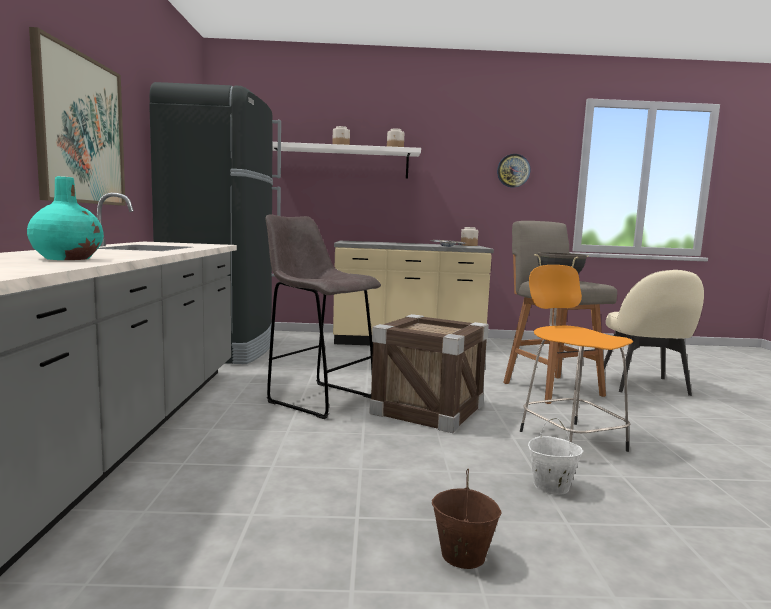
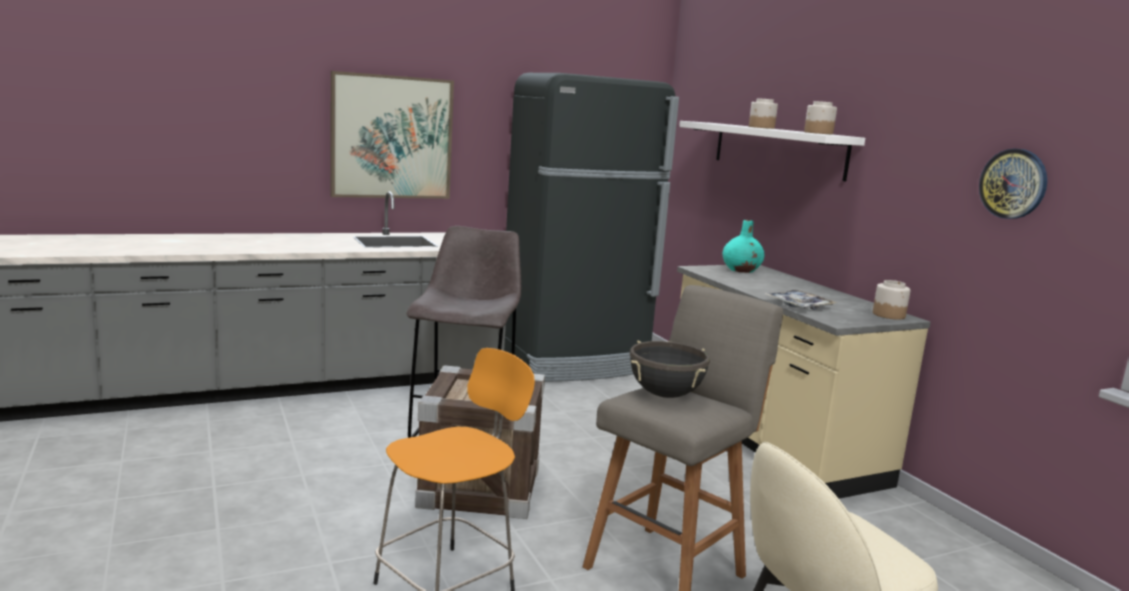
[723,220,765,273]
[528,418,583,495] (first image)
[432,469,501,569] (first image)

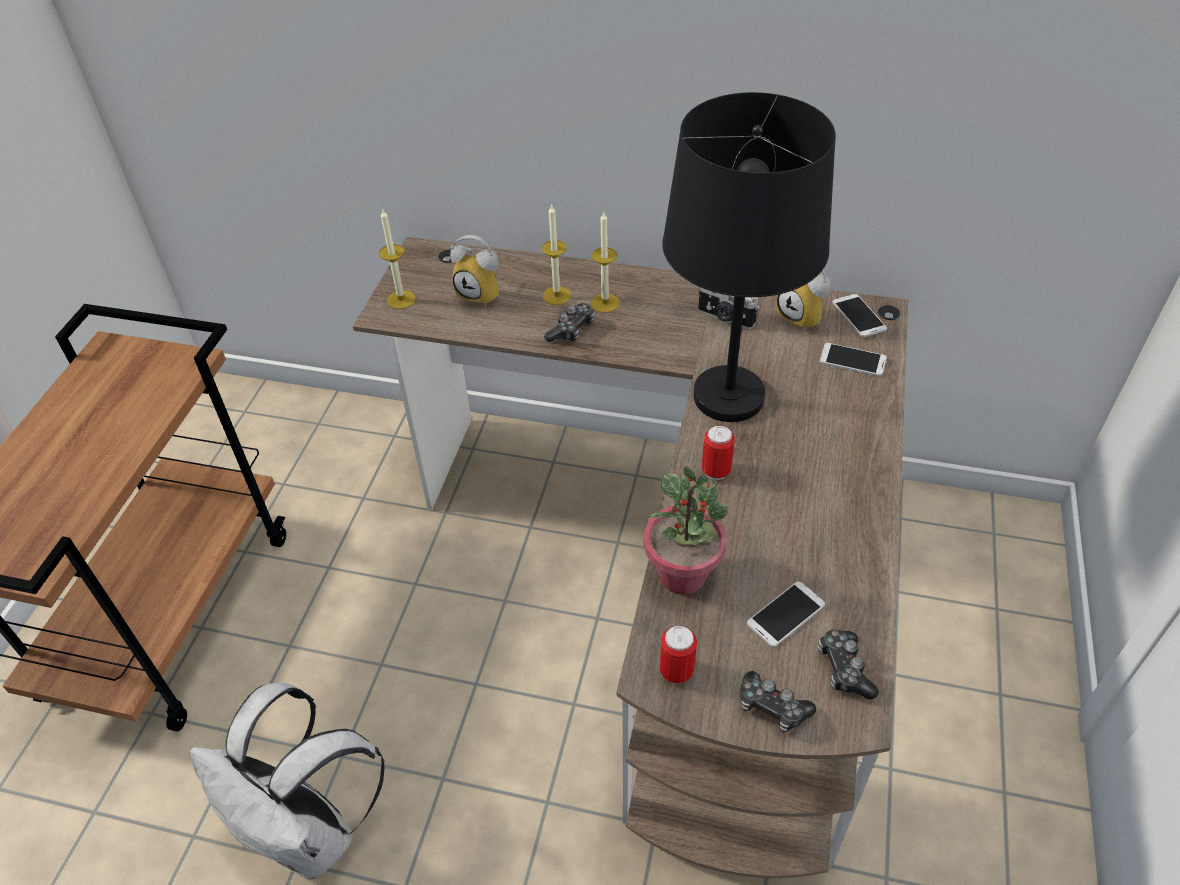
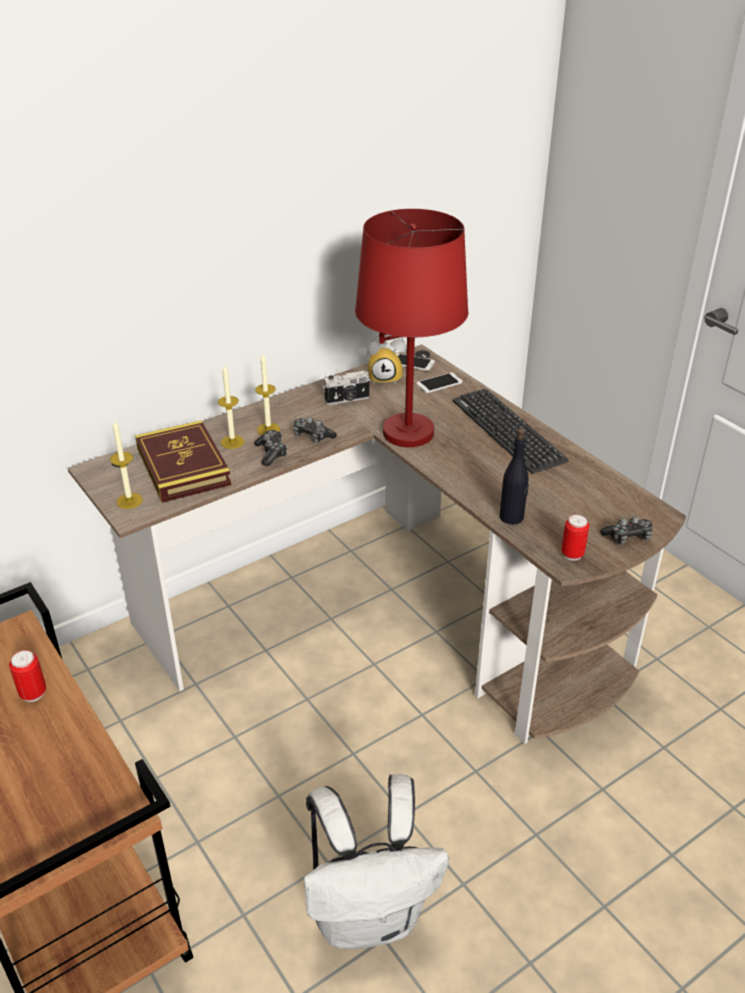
[355,209,468,447]
[135,420,232,503]
[9,650,46,702]
[499,428,529,525]
[747,581,825,647] (first image)
[293,417,337,443]
[453,389,568,473]

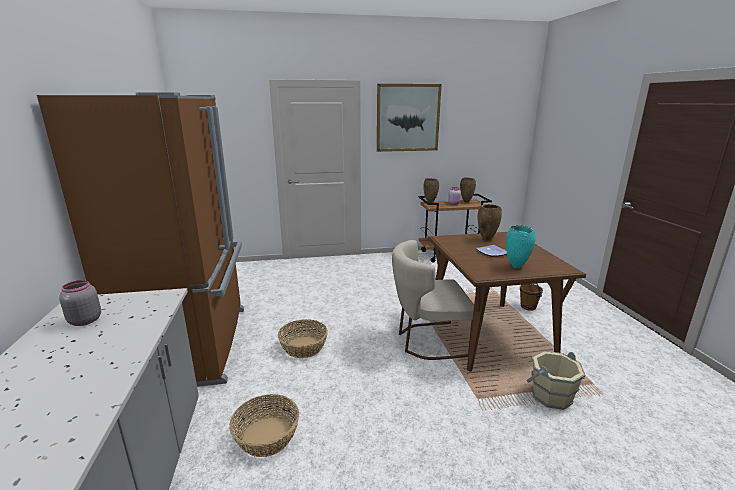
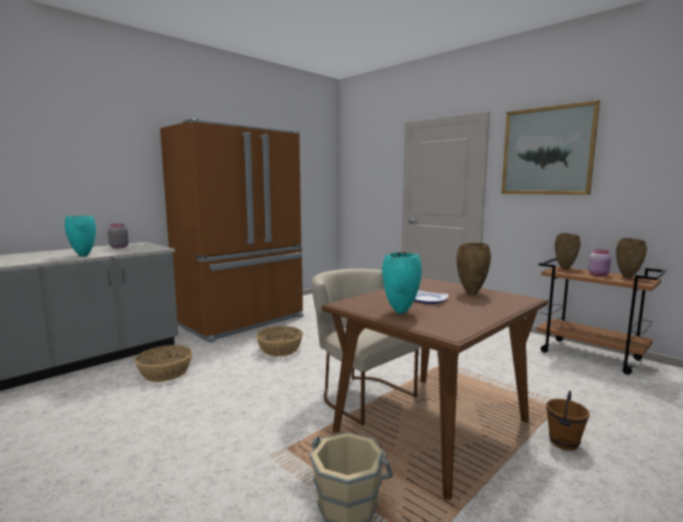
[65,216,96,256]

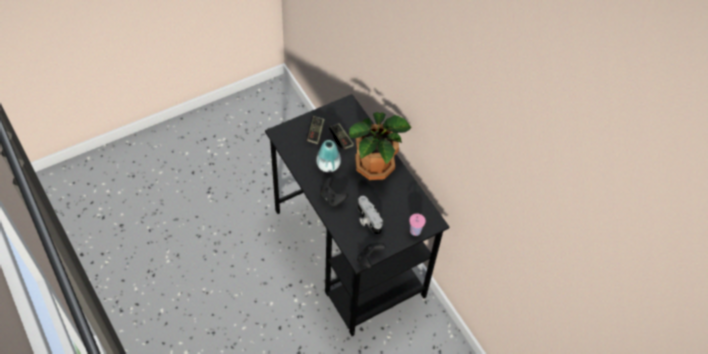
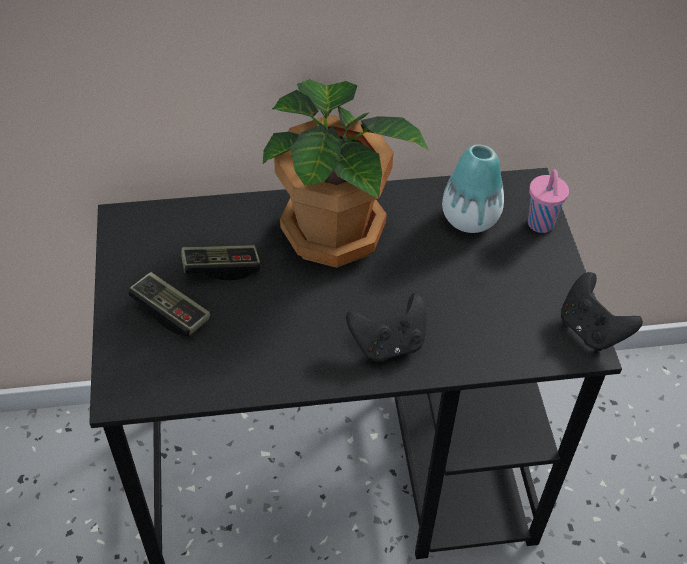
[442,144,504,233]
[358,196,383,235] (first image)

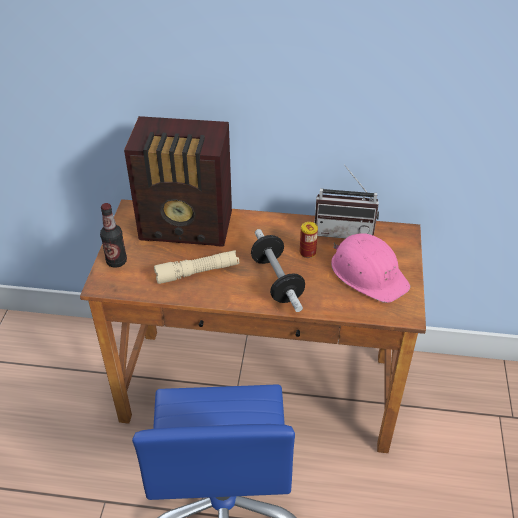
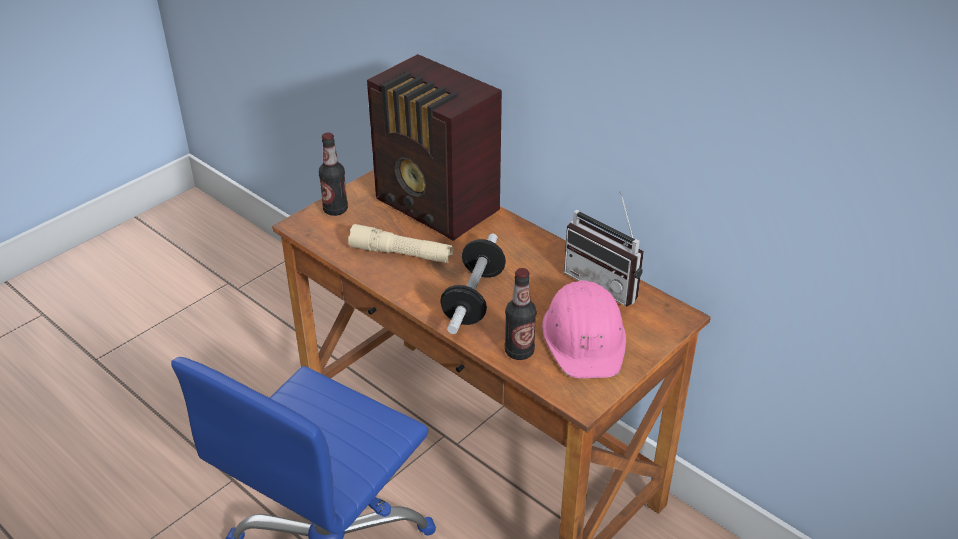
[300,222,318,258] (first image)
[505,268,536,360]

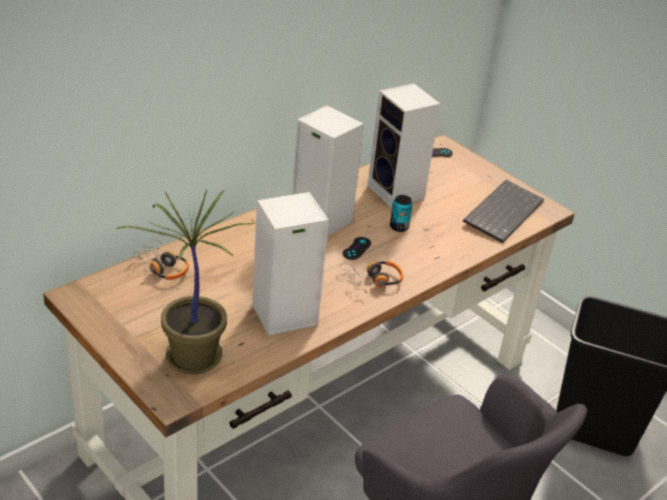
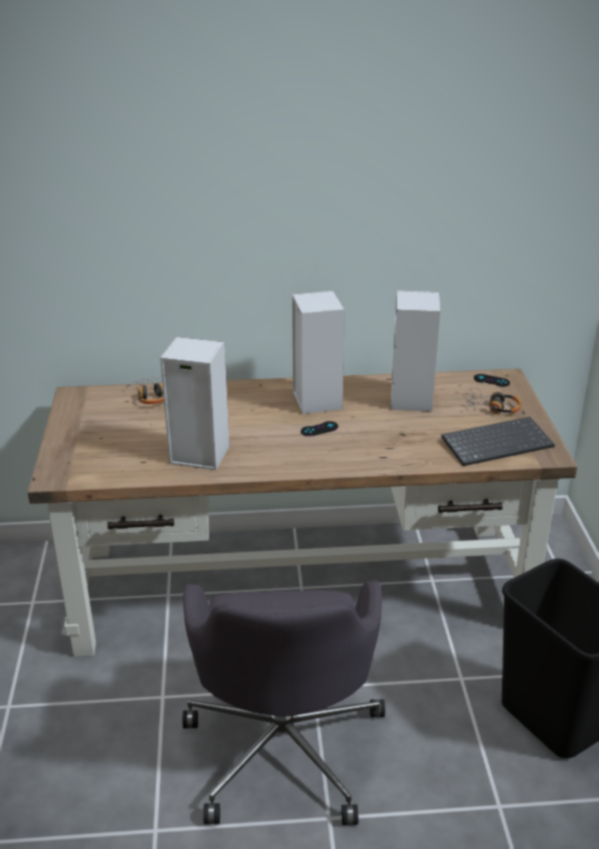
[115,189,256,374] (first image)
[390,195,413,232] (first image)
[466,388,521,413]

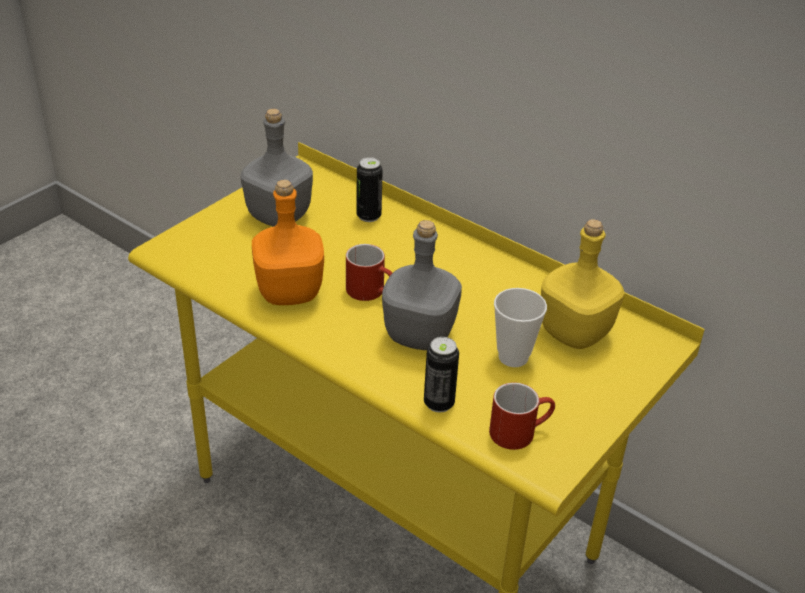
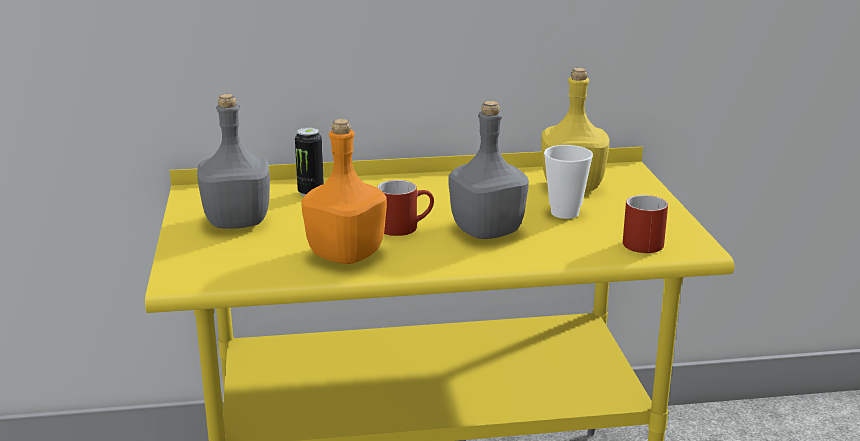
[424,337,459,412] (first image)

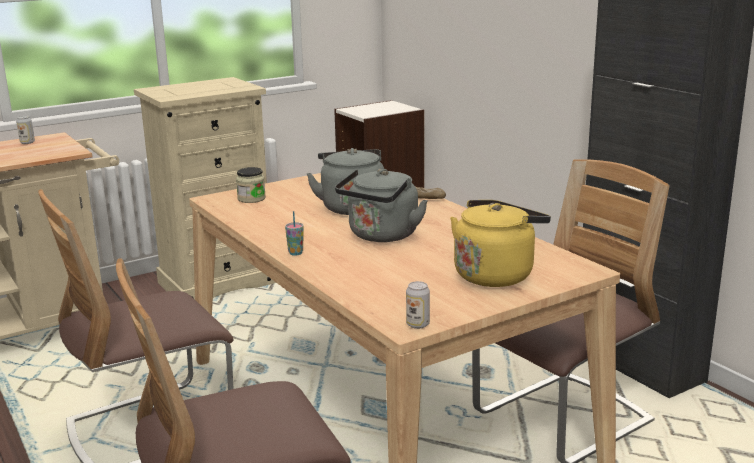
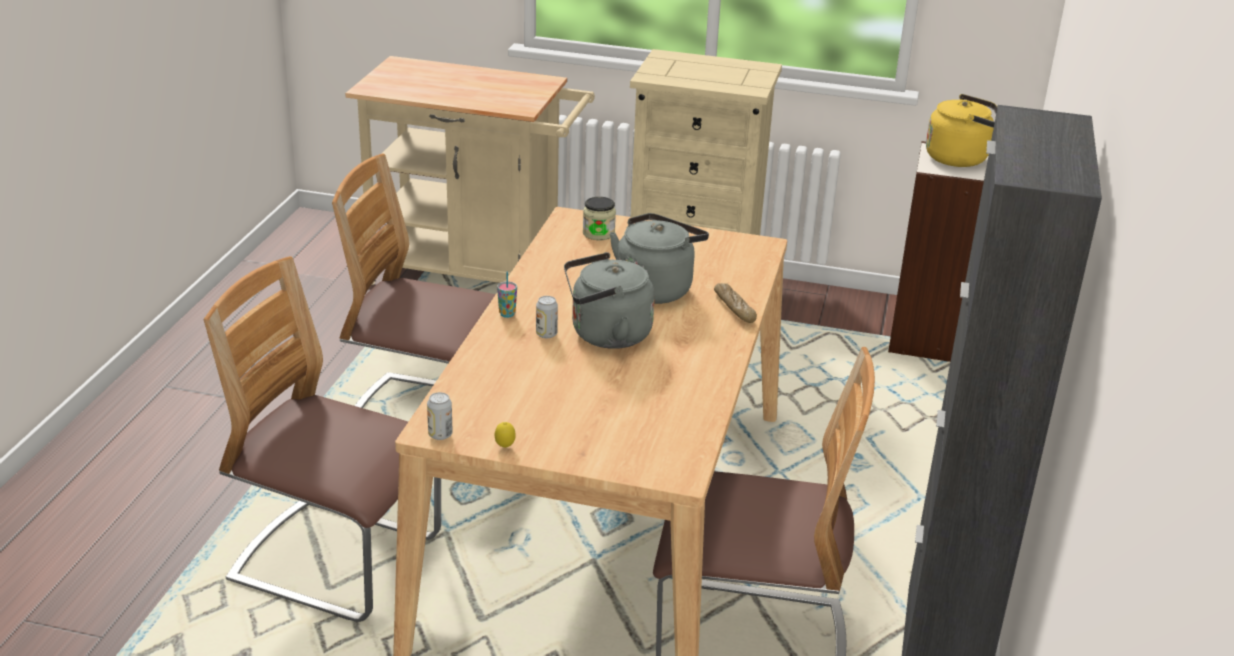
[536,296,558,339]
[926,94,997,167]
[495,422,516,448]

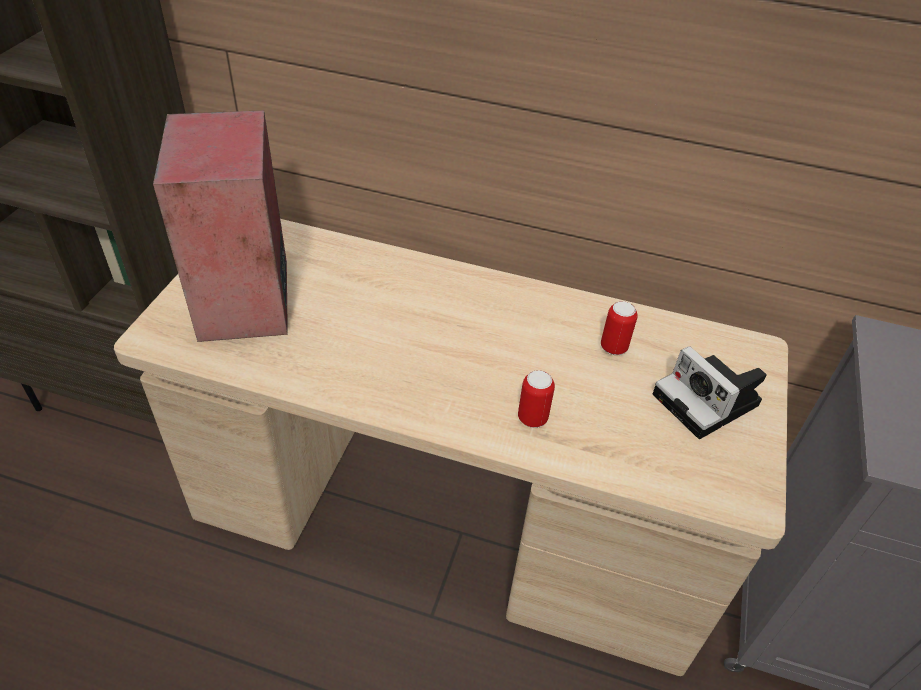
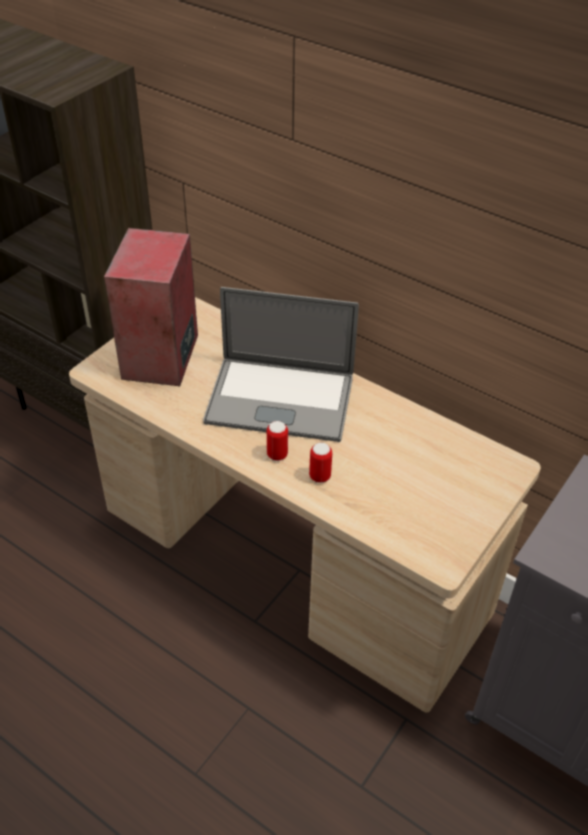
[267,421,288,461]
[653,346,767,439] (first image)
[203,287,359,442]

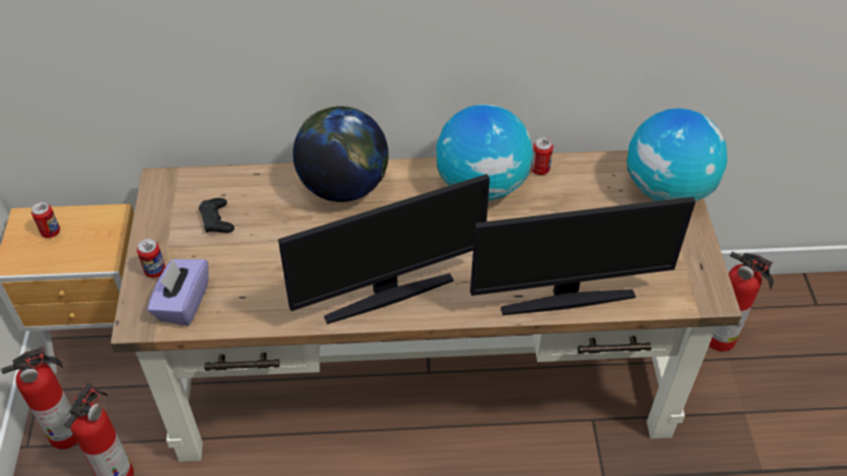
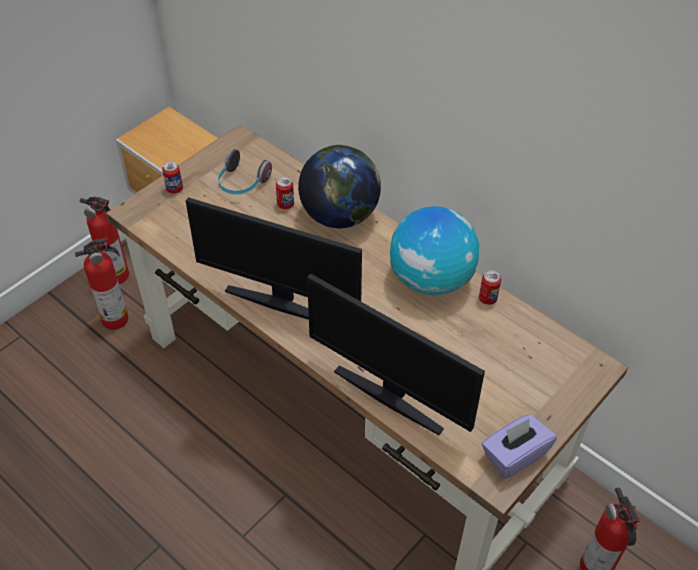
[626,108,727,201] (first image)
[218,149,272,195]
[276,176,294,209]
[482,414,557,479]

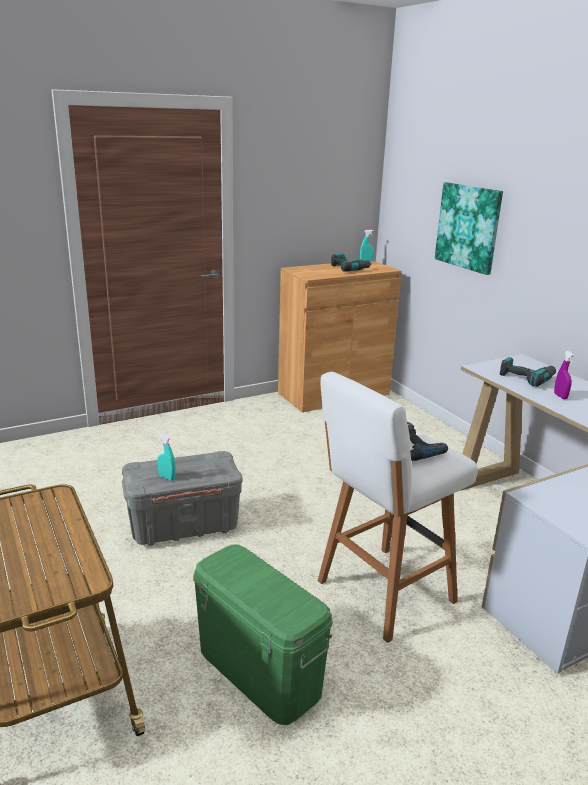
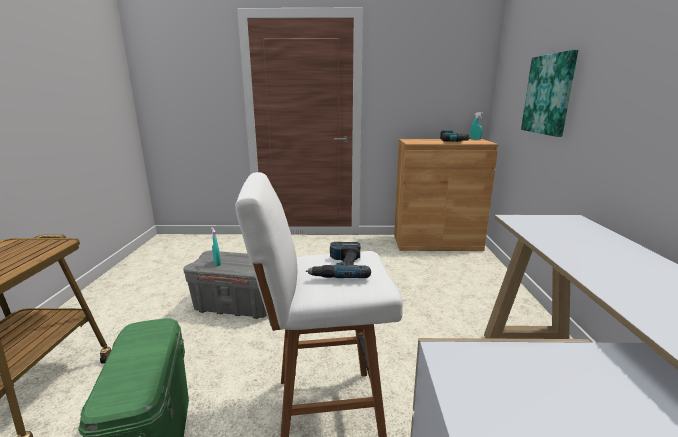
[554,351,575,399] (first image)
[500,357,556,387] (first image)

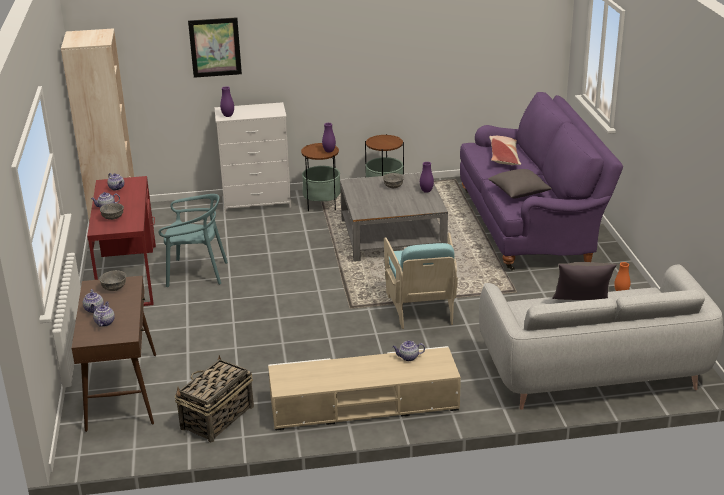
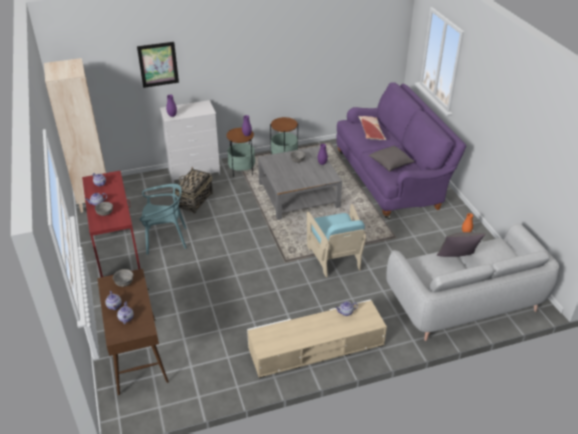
[175,167,213,214]

